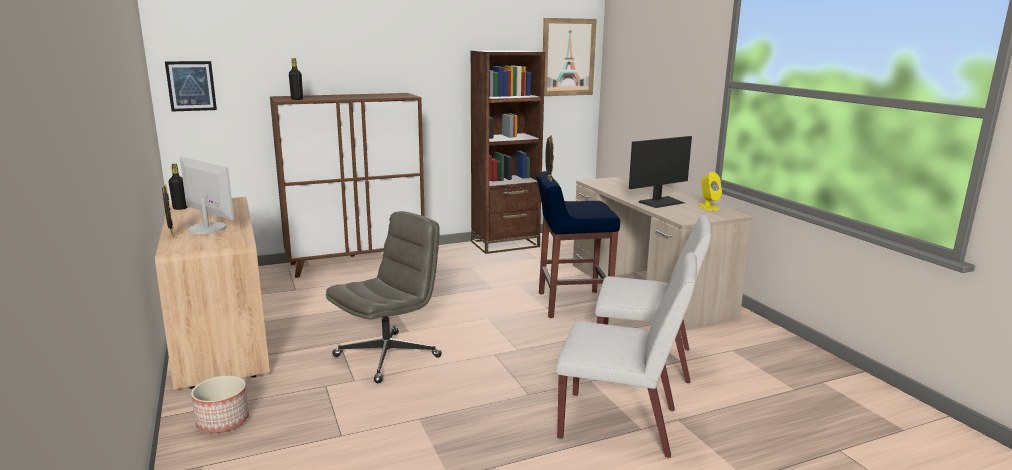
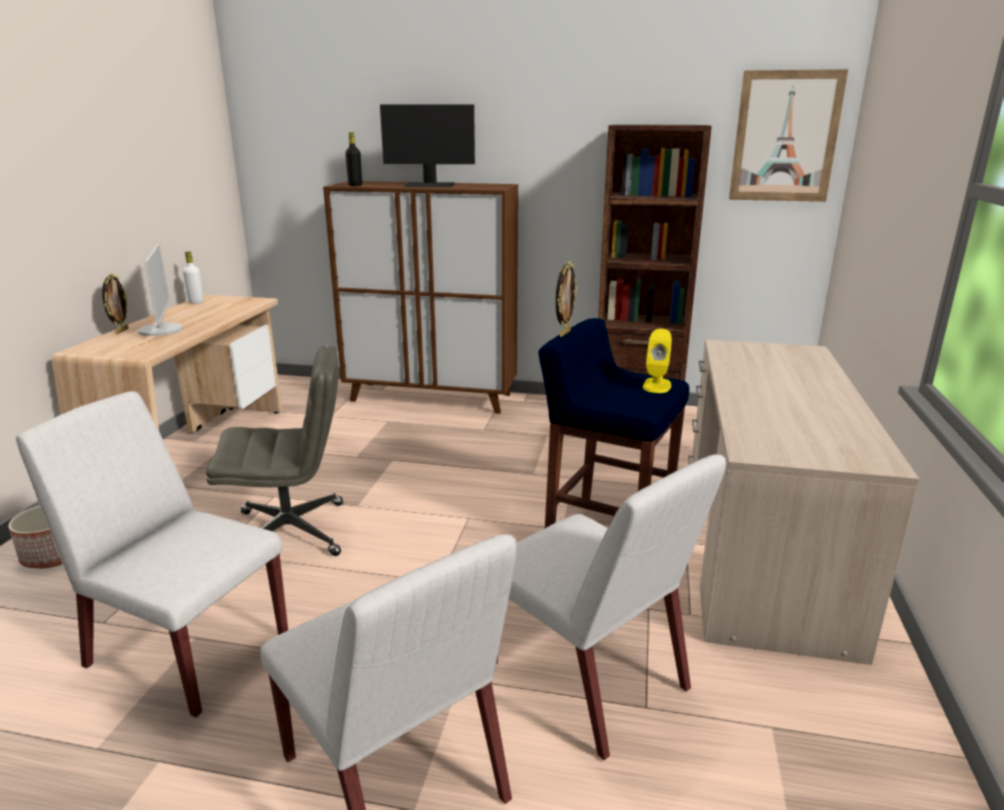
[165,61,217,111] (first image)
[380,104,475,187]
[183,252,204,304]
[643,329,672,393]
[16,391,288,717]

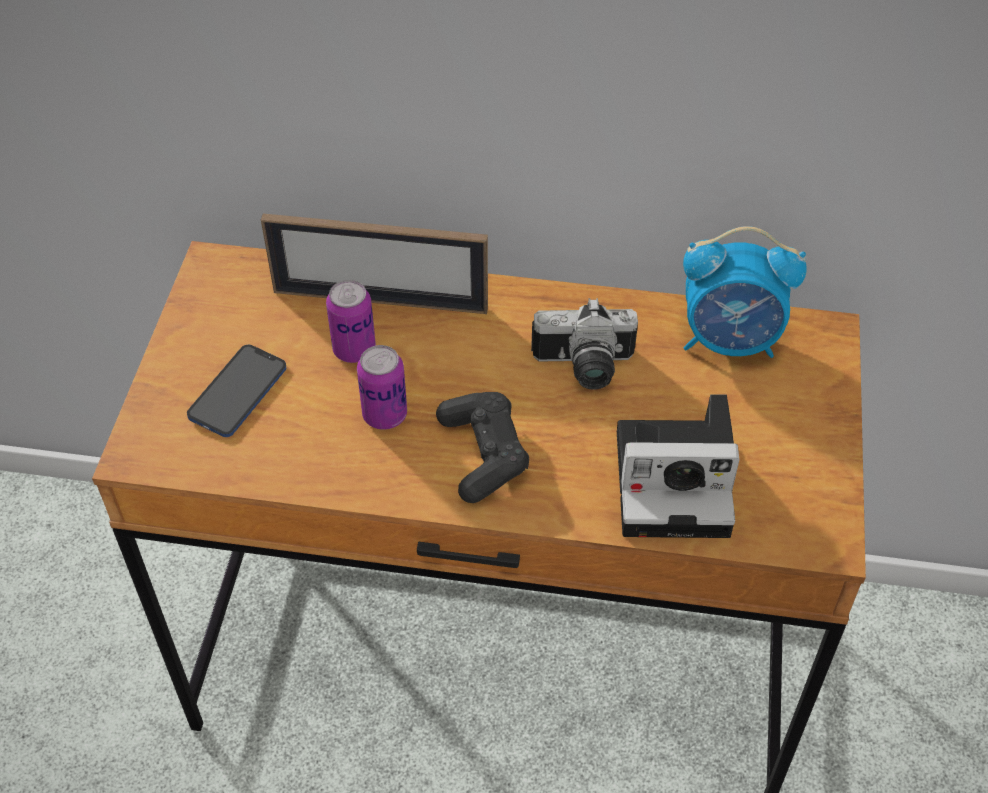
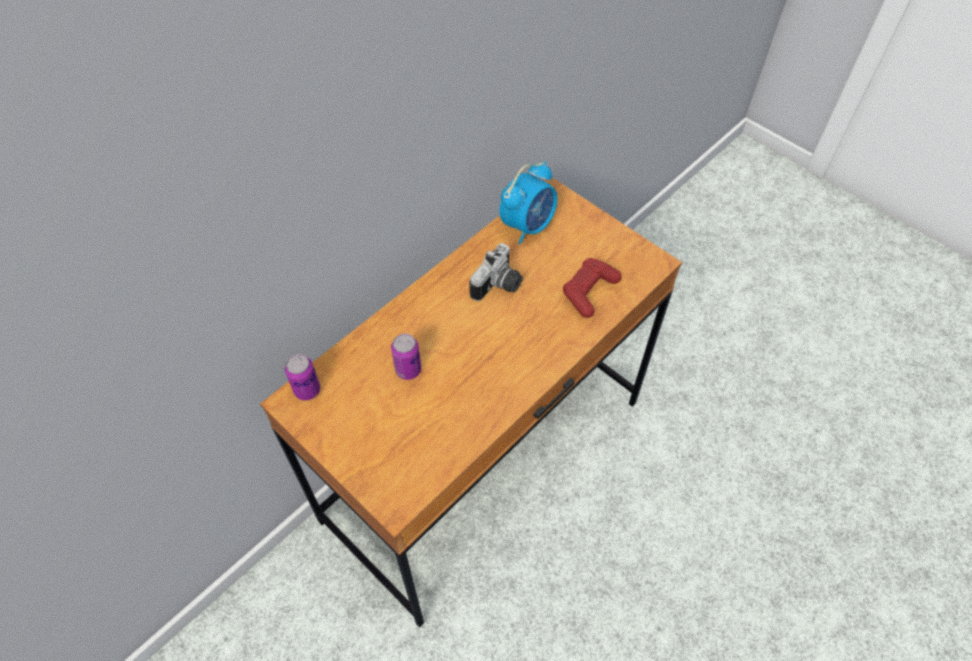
[261,214,488,314] (first image)
[187,345,286,437] (first image)
[285,354,320,400]
[436,392,529,503] (first image)
[563,258,621,318]

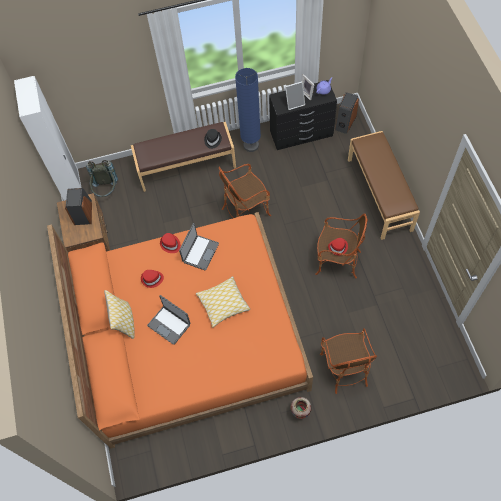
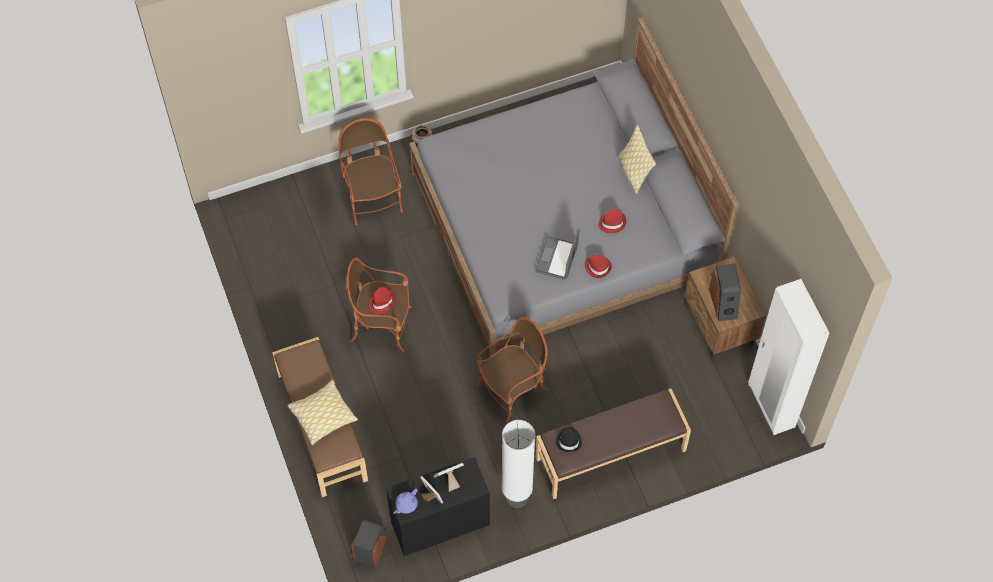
[502,420,535,508]
[86,160,118,197] (first image)
[409,17,739,357]
[287,380,358,445]
[147,295,191,345] (first image)

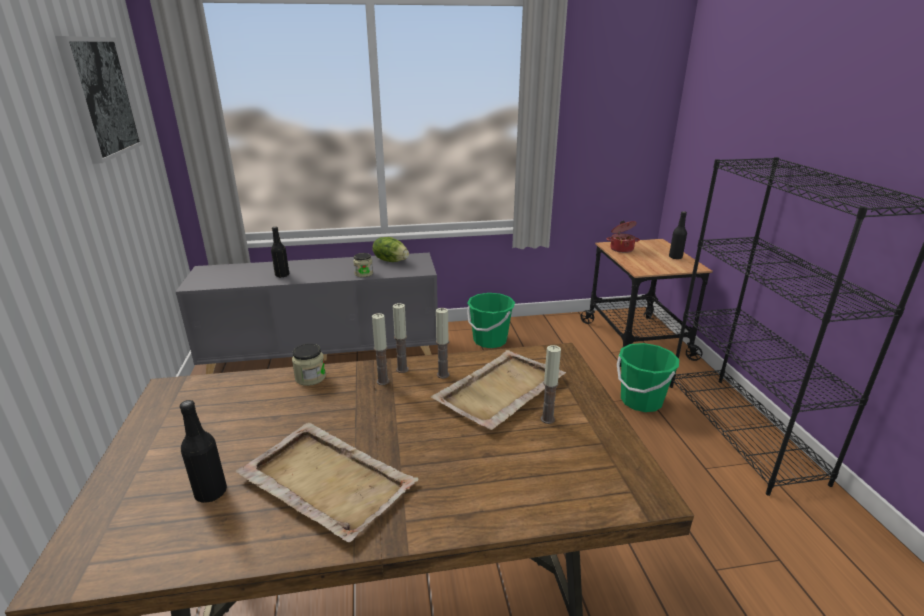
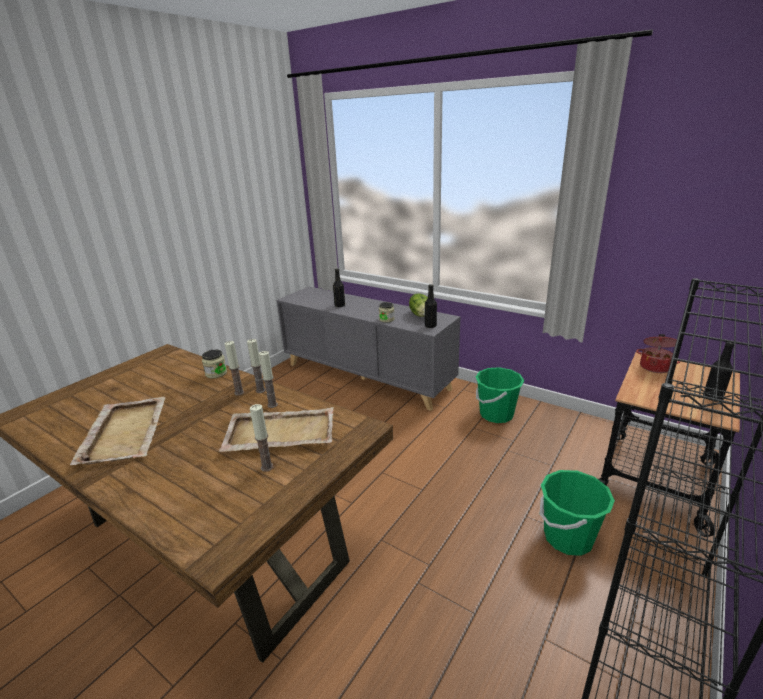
[55,36,143,164] (first image)
[425,284,437,328]

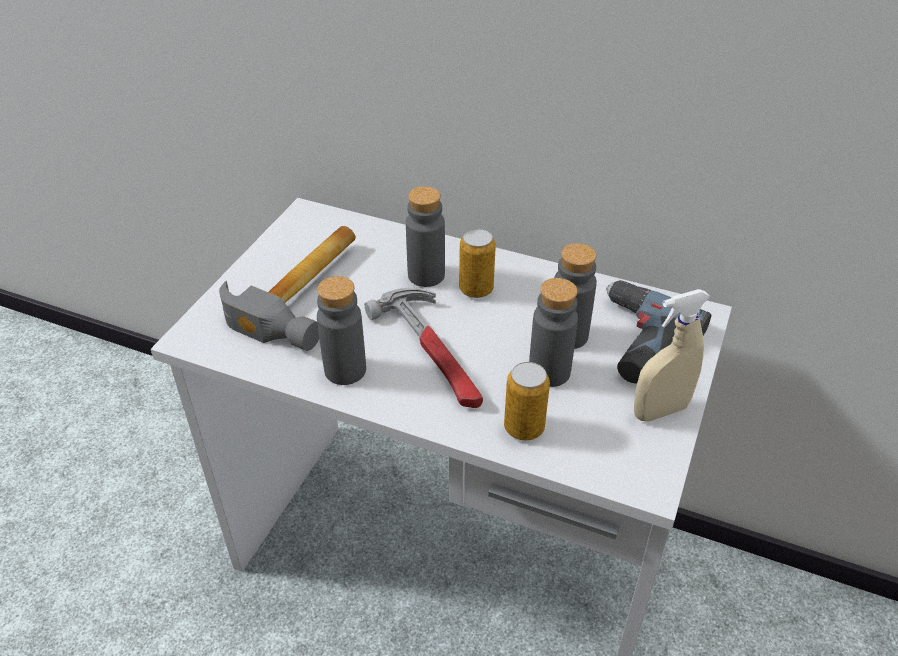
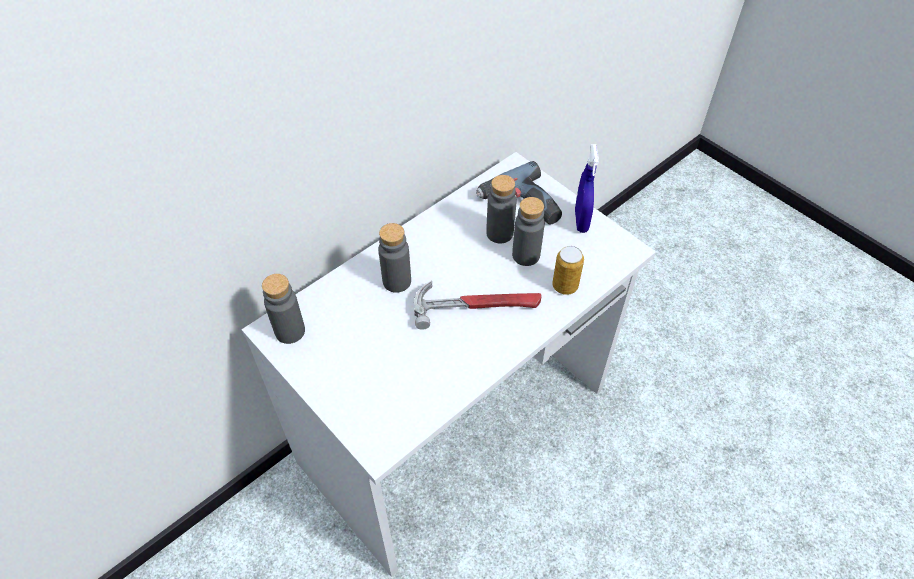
[219,226,356,351] (first image)
[459,229,496,298] (first image)
[262,274,305,344]
[575,144,599,233]

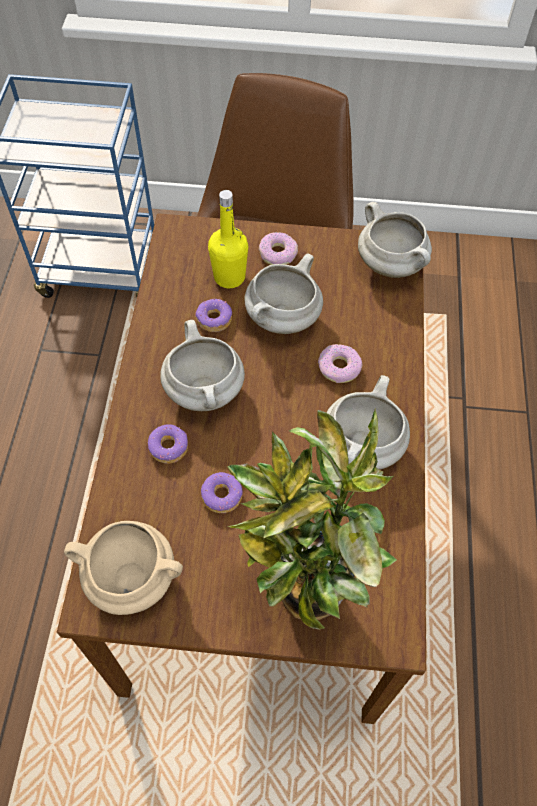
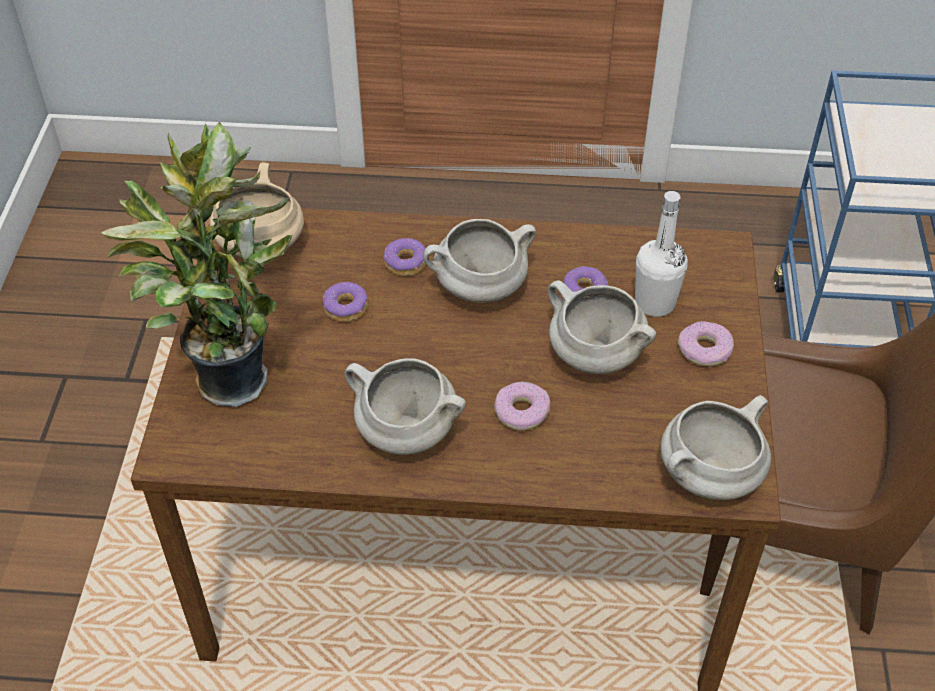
[635,191,688,317]

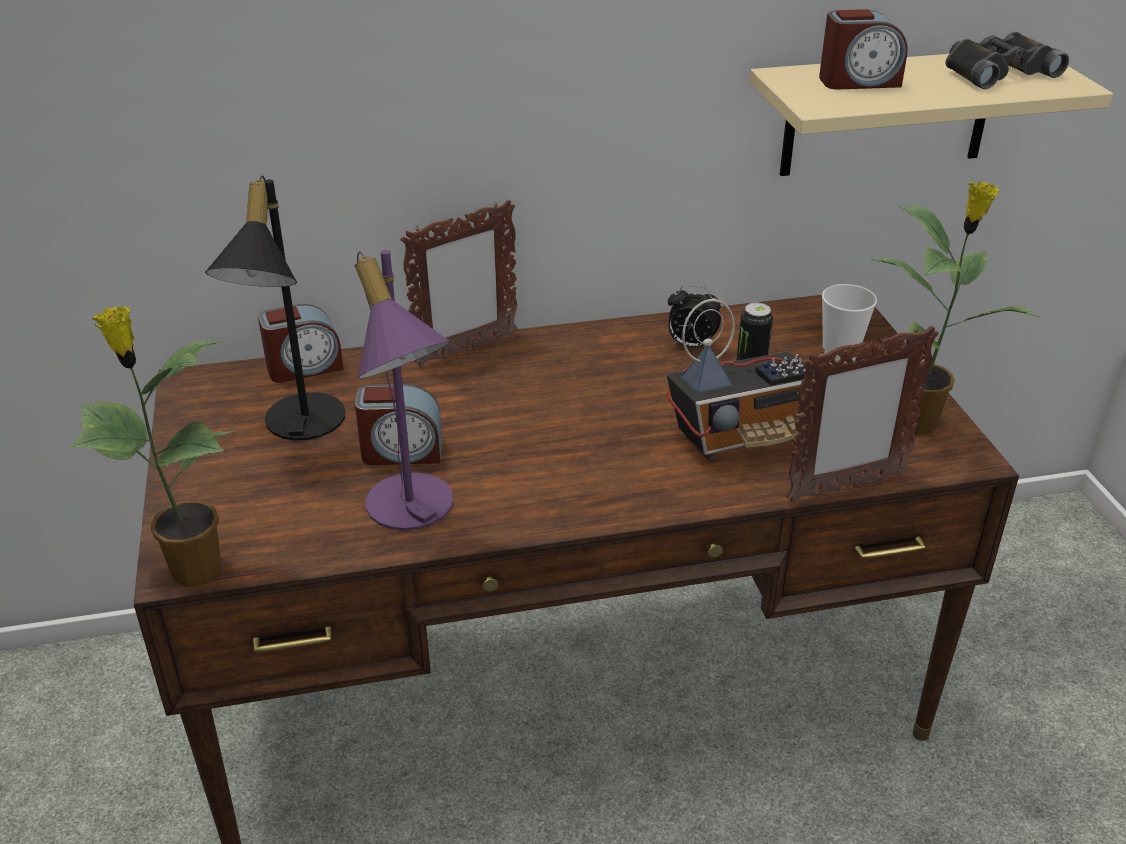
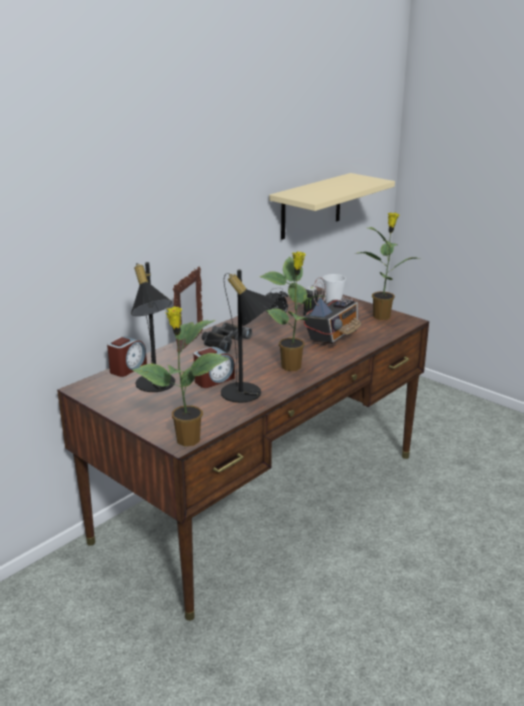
[819,9,908,90] (first image)
[202,322,252,353]
[221,269,276,403]
[786,326,939,502] (first image)
[260,251,325,371]

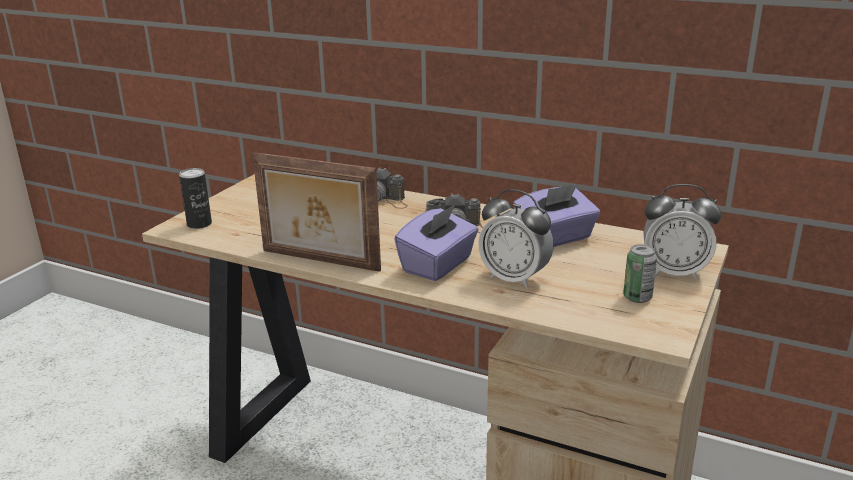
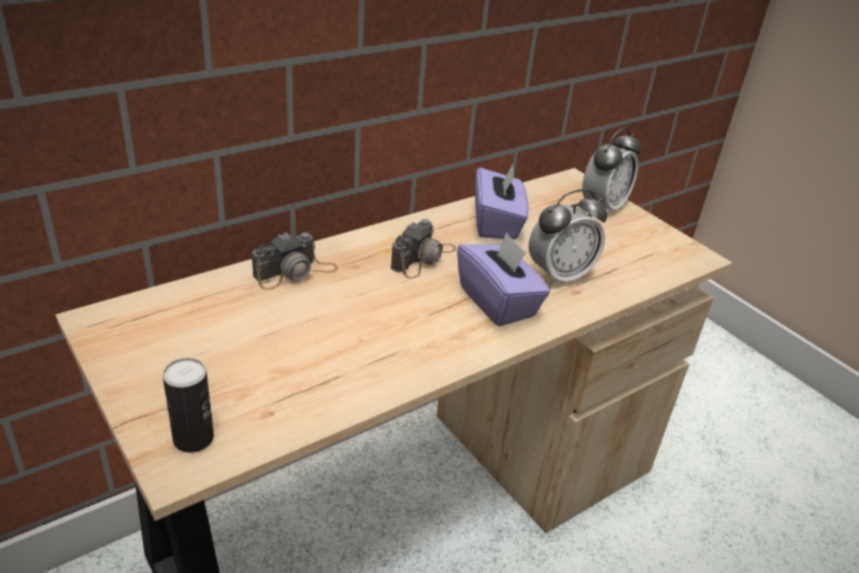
[252,152,381,272] (first image)
[623,244,657,303] (first image)

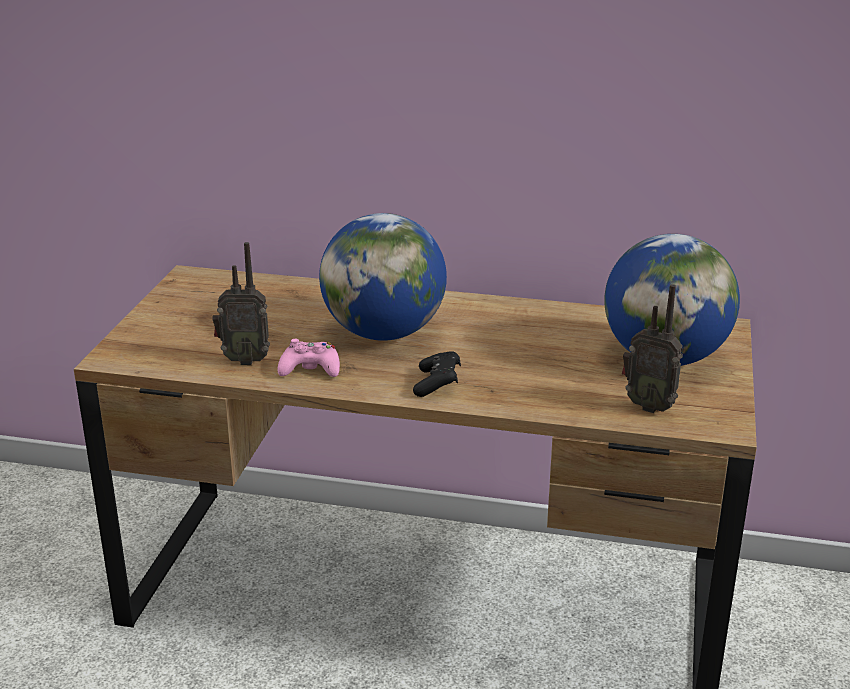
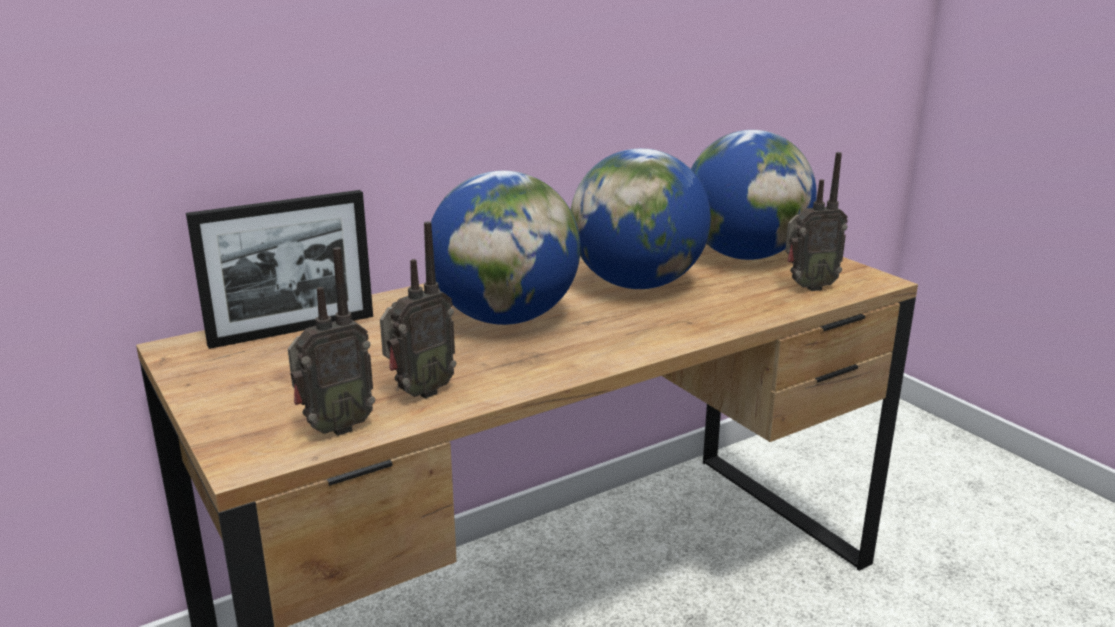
[277,339,340,377] (first image)
[413,351,461,397] (first image)
[571,148,711,289]
[186,190,373,349]
[288,247,375,436]

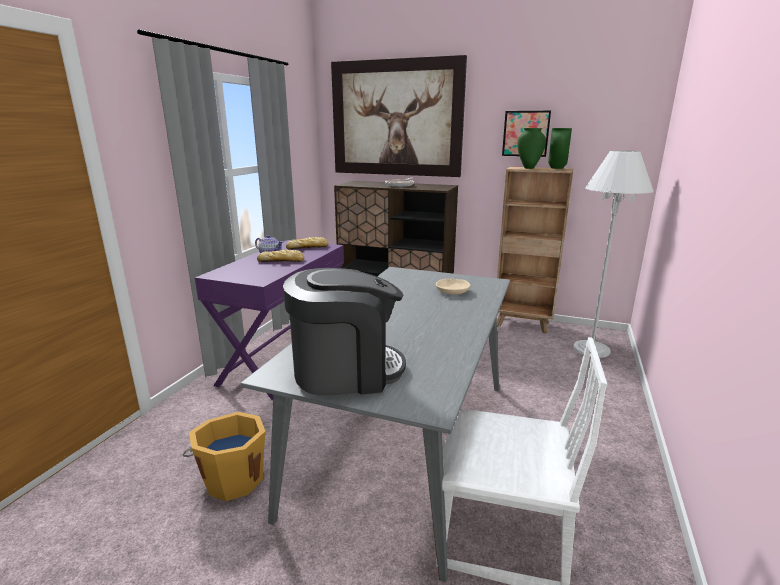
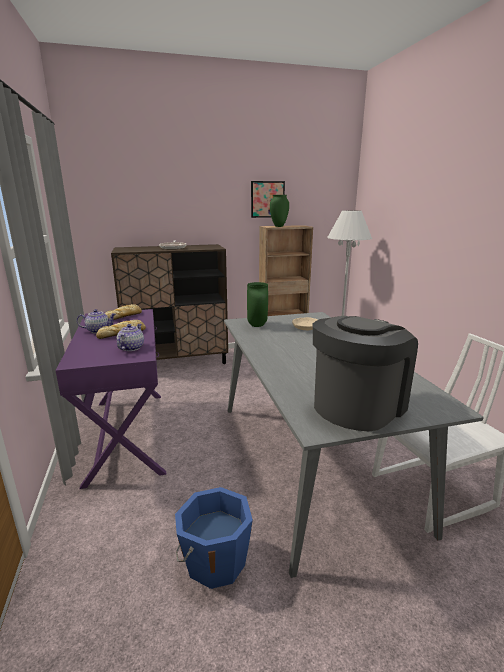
[331,55,467,177] (first image)
[247,282,268,327]
[175,487,253,589]
[117,324,144,351]

